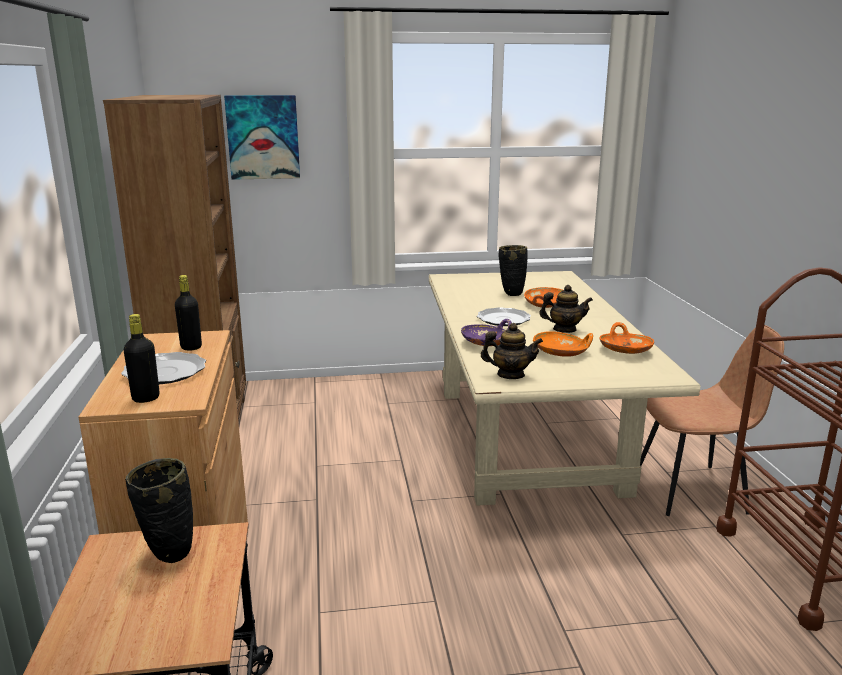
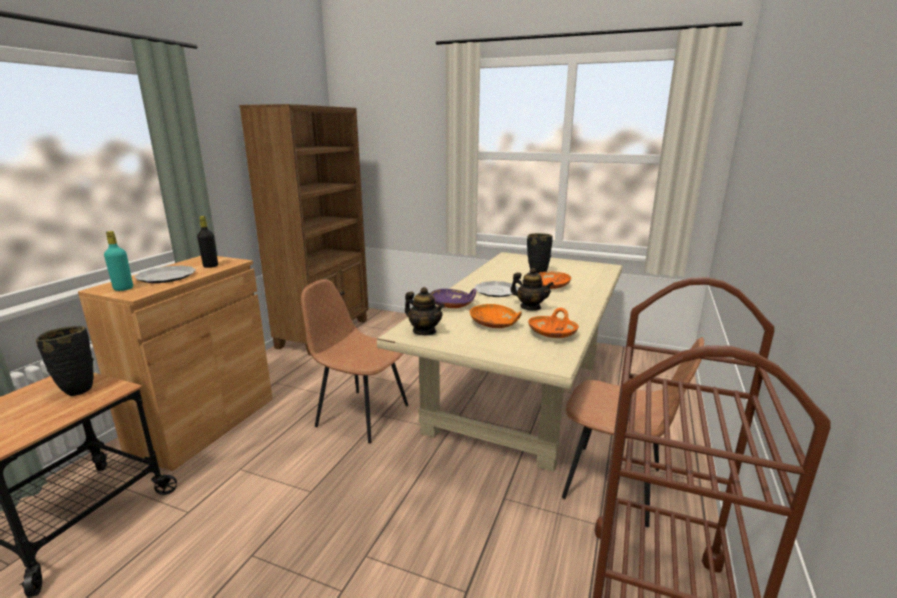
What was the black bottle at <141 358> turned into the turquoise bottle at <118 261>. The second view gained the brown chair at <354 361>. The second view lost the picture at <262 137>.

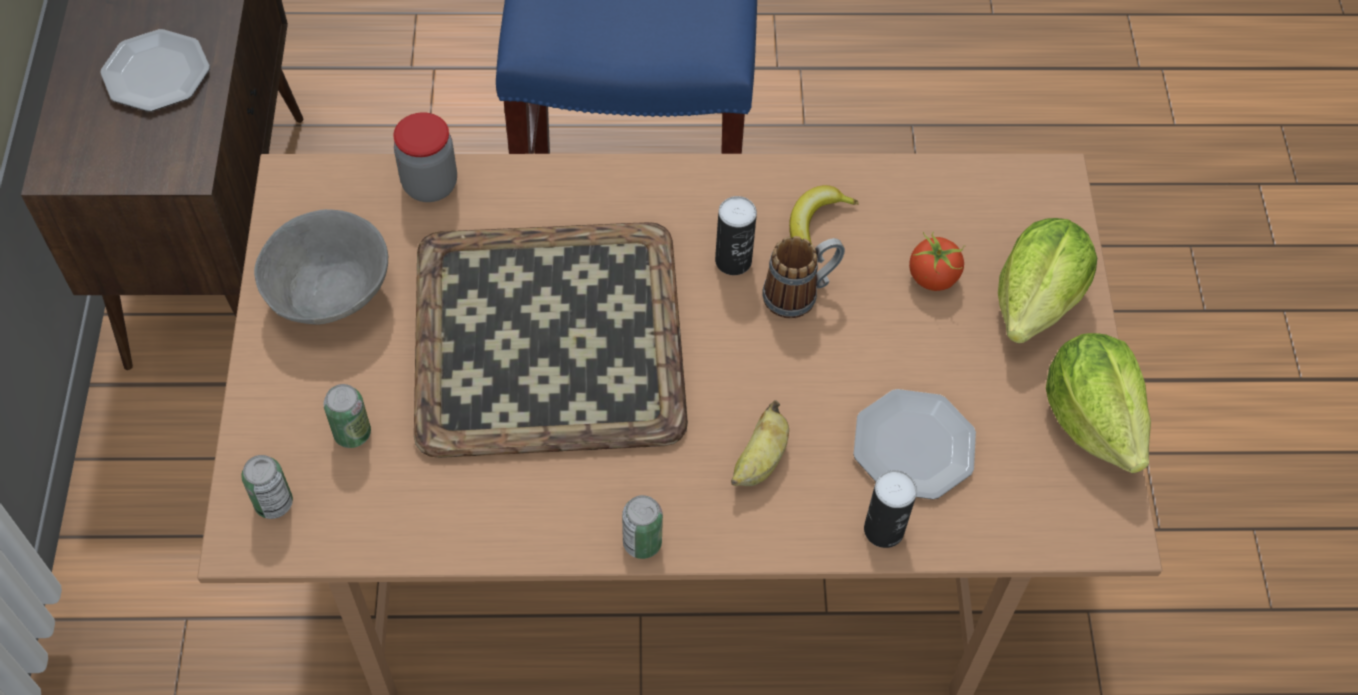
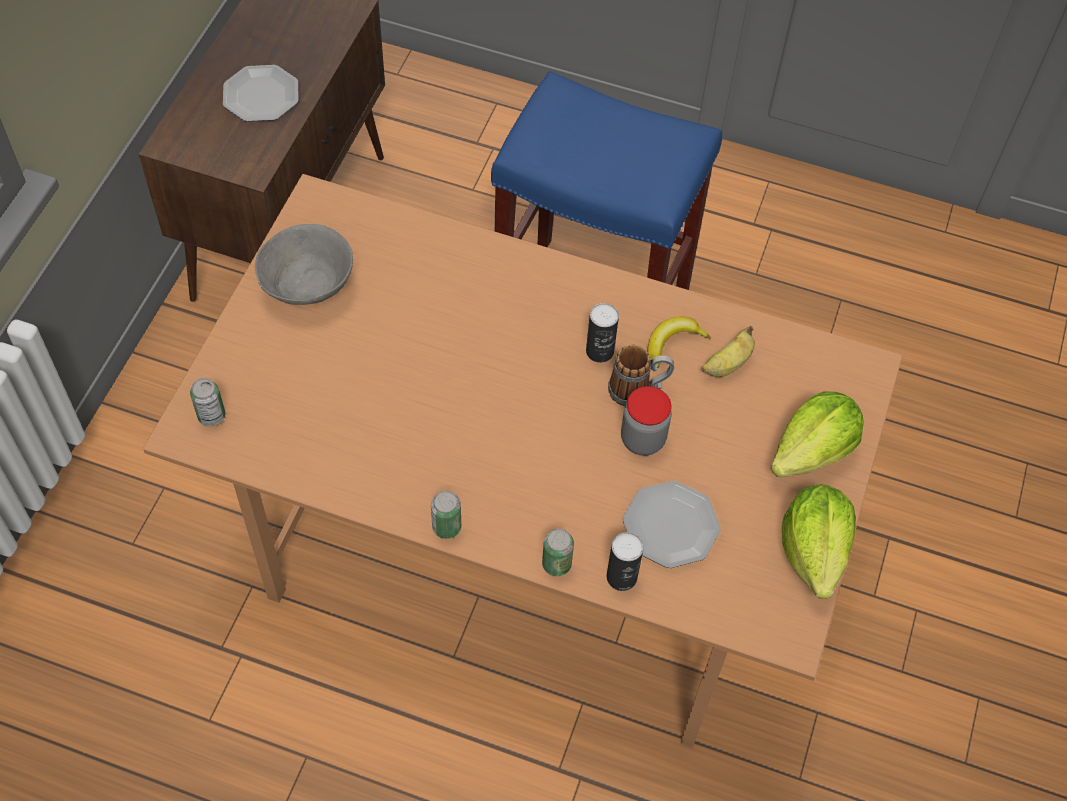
The can ended up elsewhere, having gone from <347 416> to <558 552>. The jar ended up elsewhere, having gone from <425 157> to <646 421>. The banana ended up elsewhere, having gone from <760 443> to <728 351>. The second view lost the tray at <551 340>. The second view lost the tomato at <937 261>.

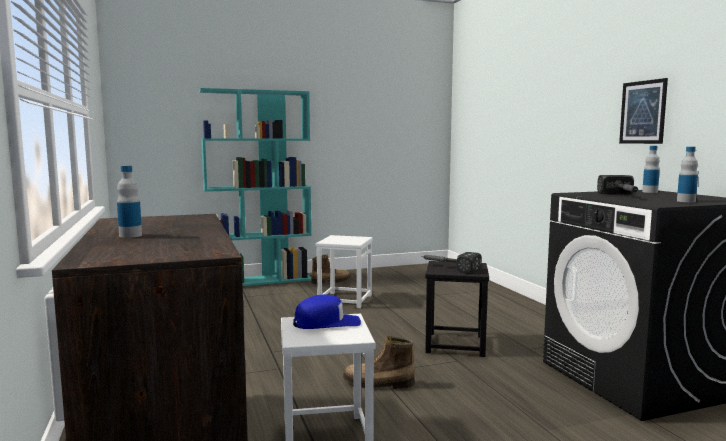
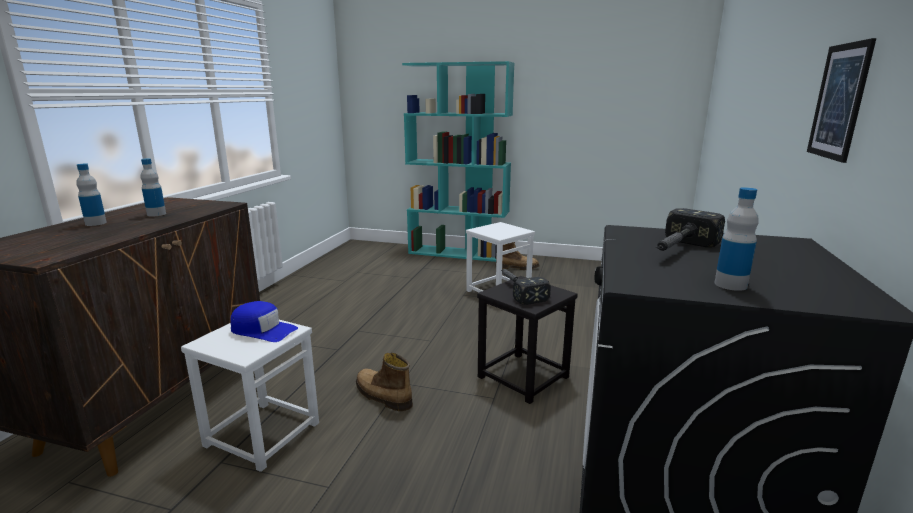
The bottle ended up elsewhere, having gone from <651 169> to <153 187>.

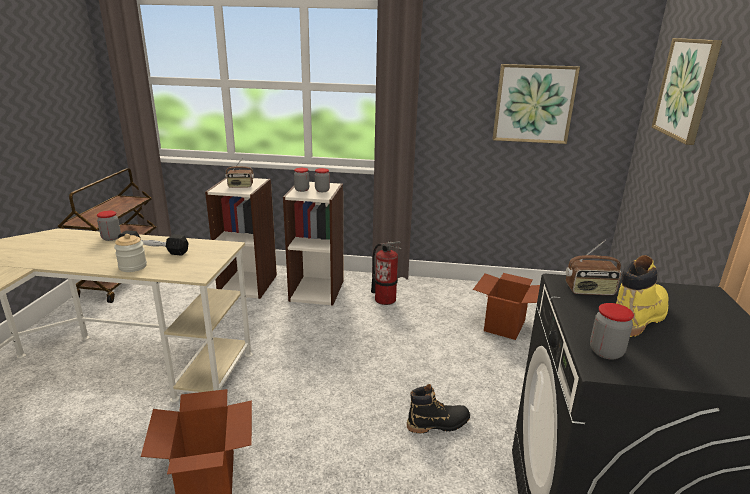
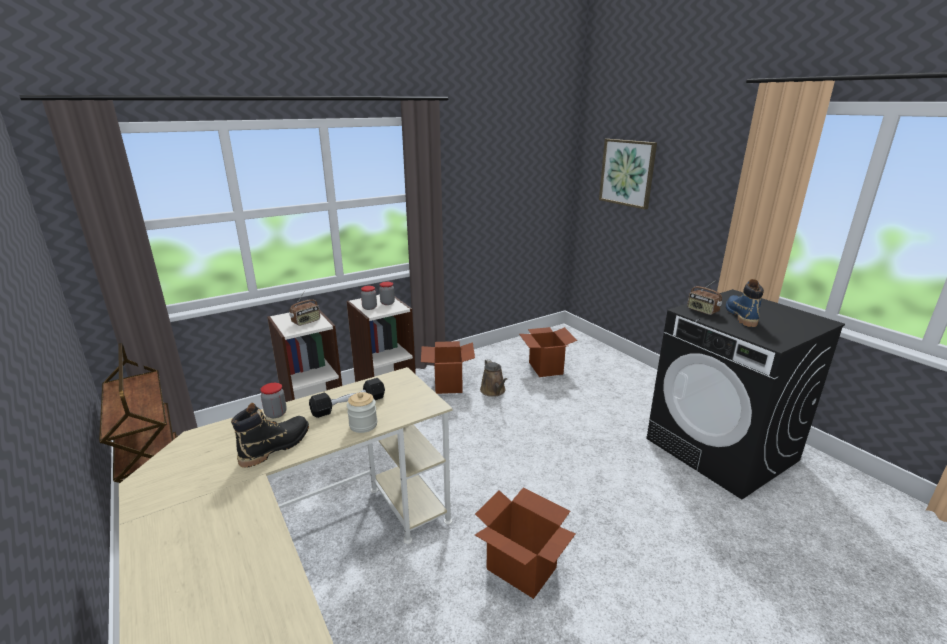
The black boot ended up elsewhere, having gone from <438 408> to <270 435>. Where the fire extinguisher stood at <386 273>, the cardboard box came to stand at <448 367>. The second view gained the brown watering can at <493 378>. The radio at <593 267> ended up facing another way, 90 degrees clockwise from before. What was the yellow boot at <642 296> turned into the blue boot at <745 303>. The second view lost the picture at <536 104>. The second view lost the jar at <612 331>.

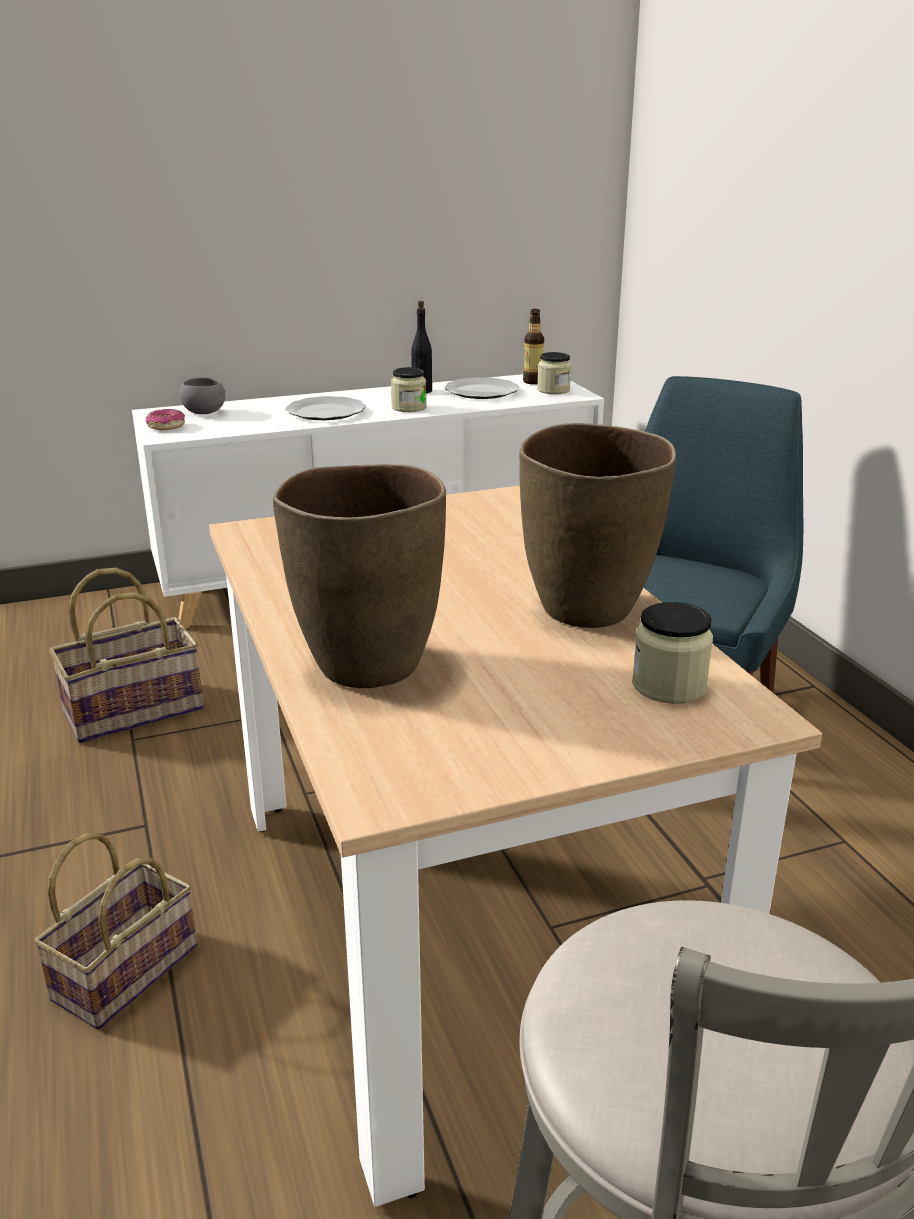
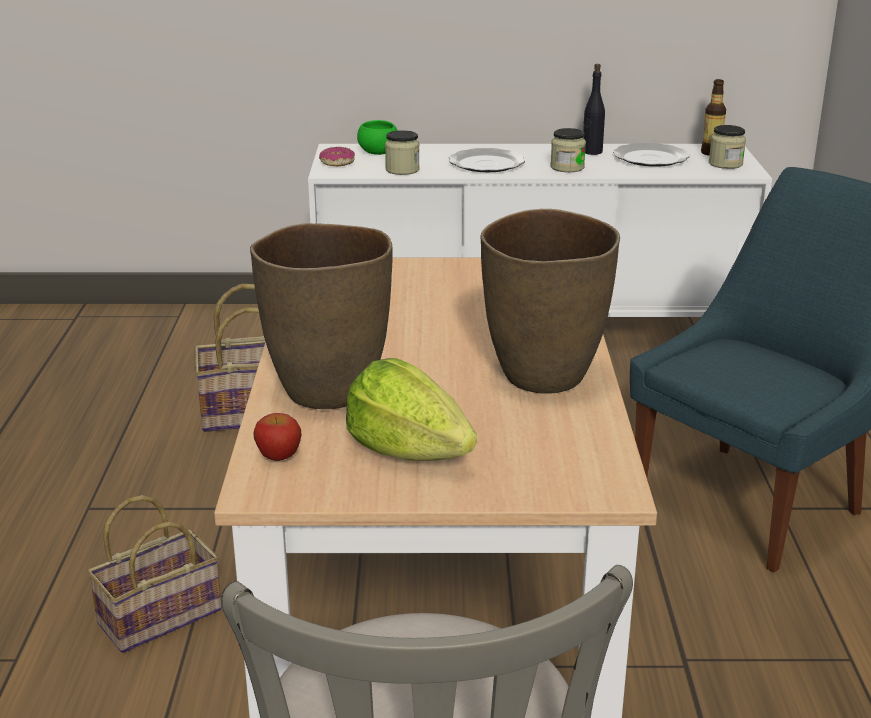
The second view gained the apple at <277 437>. The second view gained the lettuce at <411 409>. What was the grey bowl at <202 395> turned into the green bowl at <377 137>. The jar ended up elsewhere, having gone from <672 653> to <402 152>.

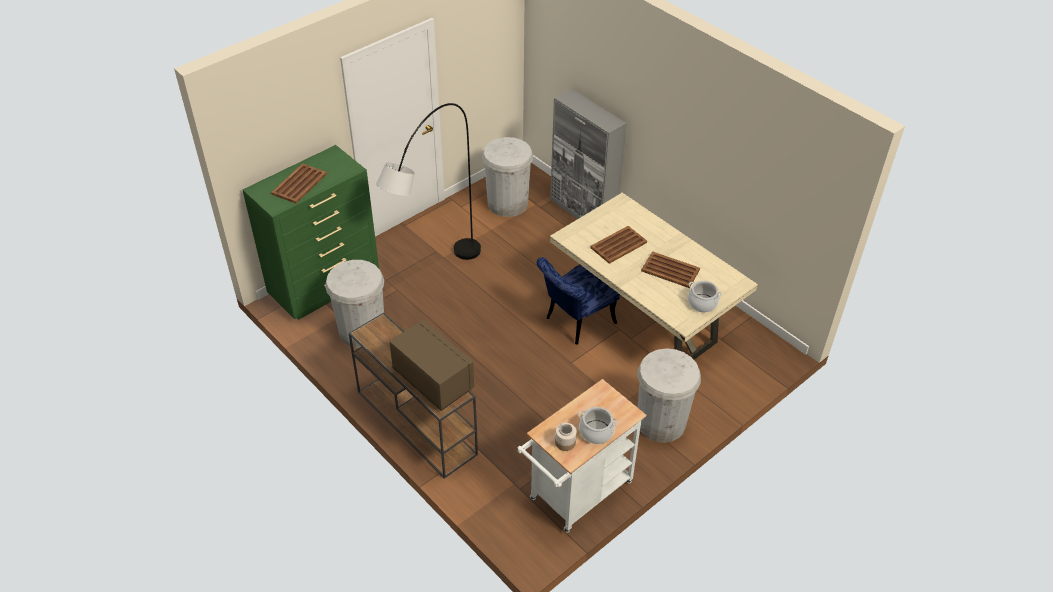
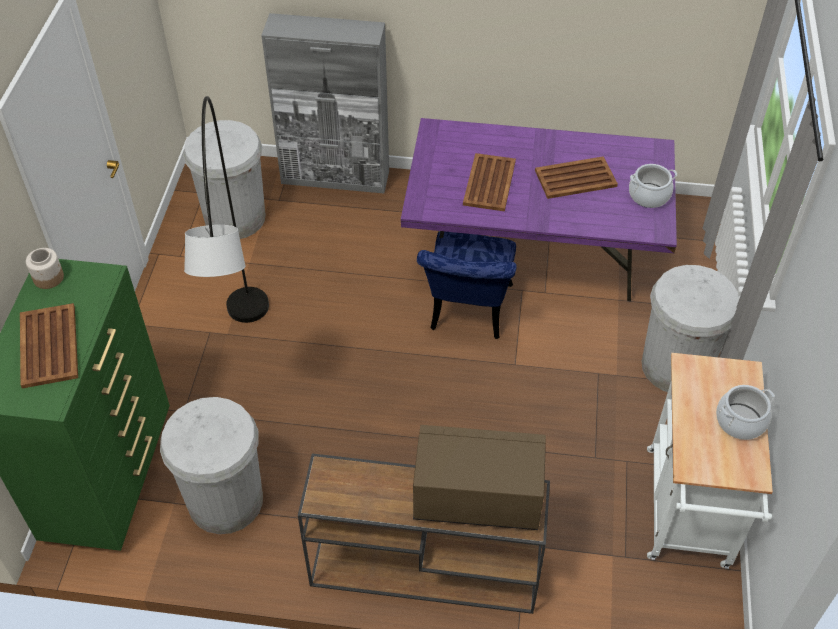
The jar ended up elsewhere, having gone from <566 437> to <45 268>. What was the beige dining table at <654 276> turned into the purple dining table at <539 209>.

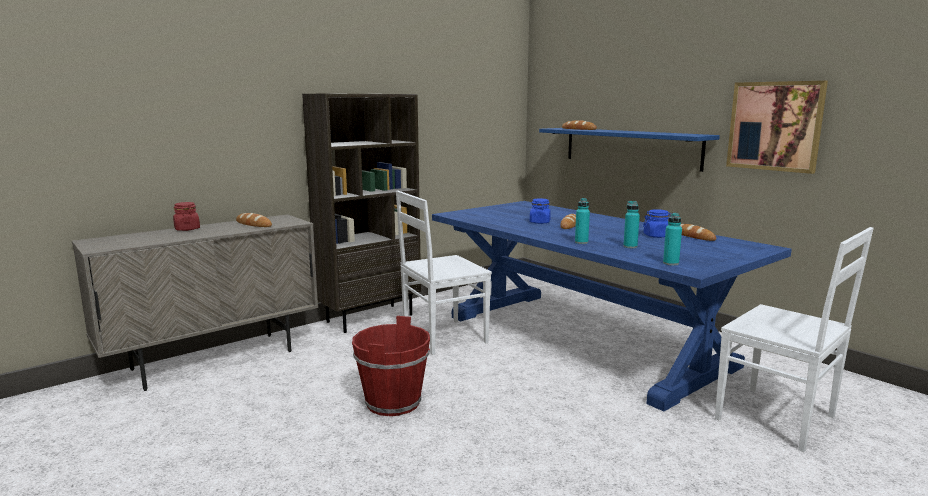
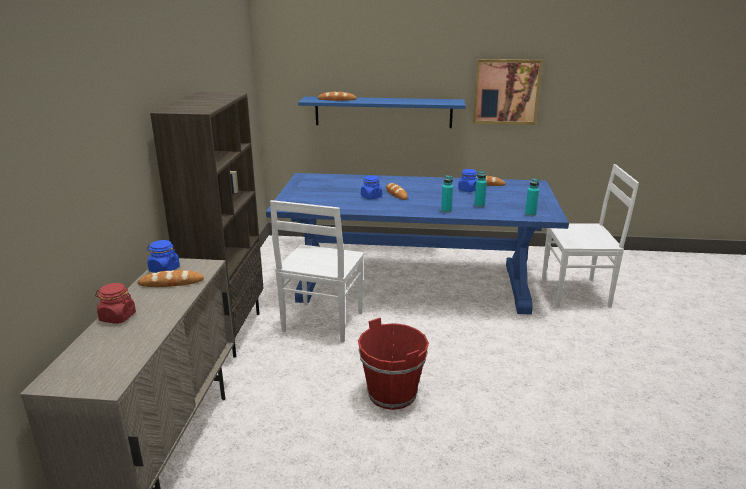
The second view gained the blue jar at <163 256>.

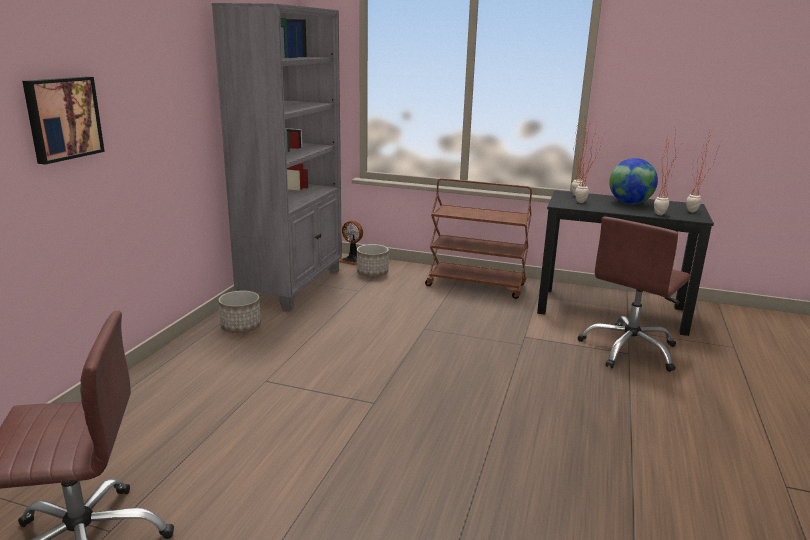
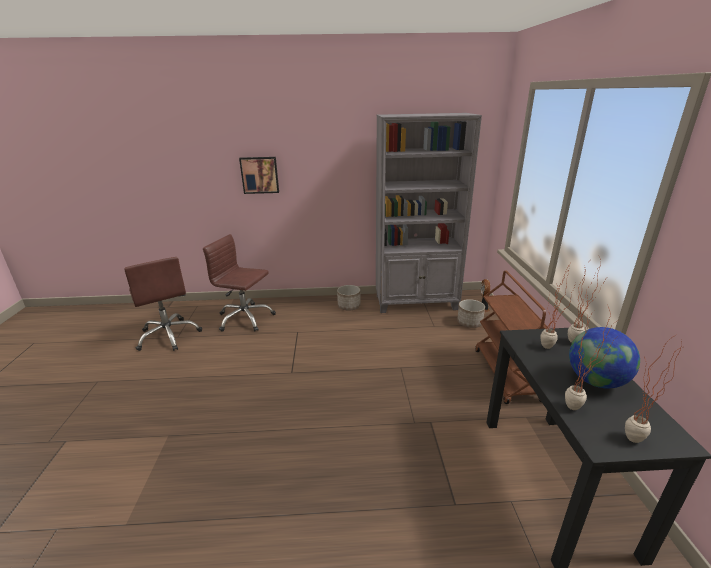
The brown office chair ended up elsewhere, having gone from <634 294> to <239 283>.

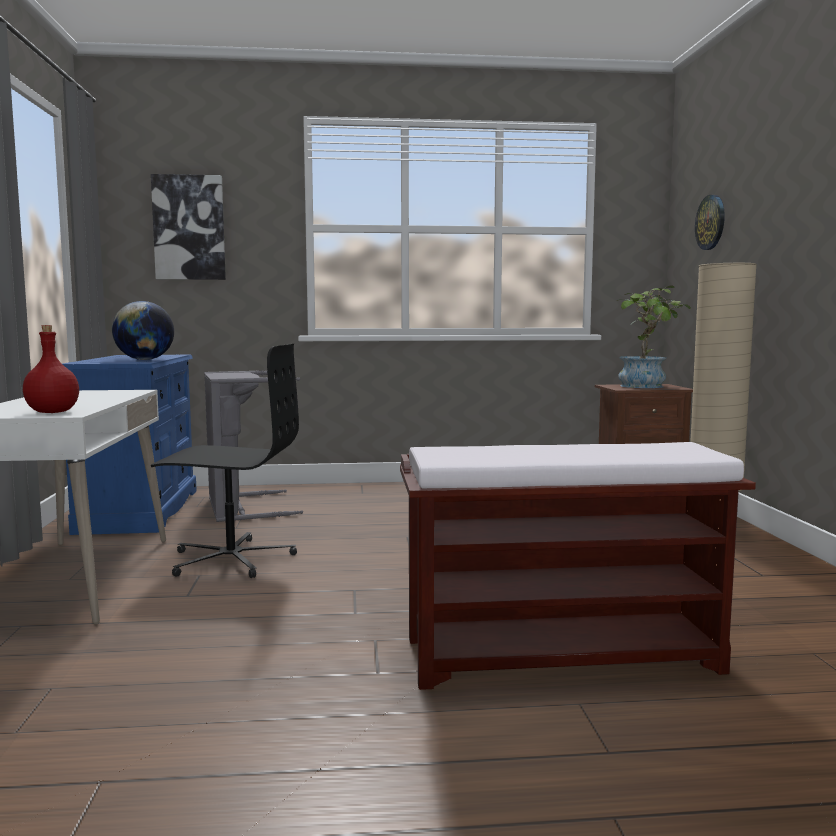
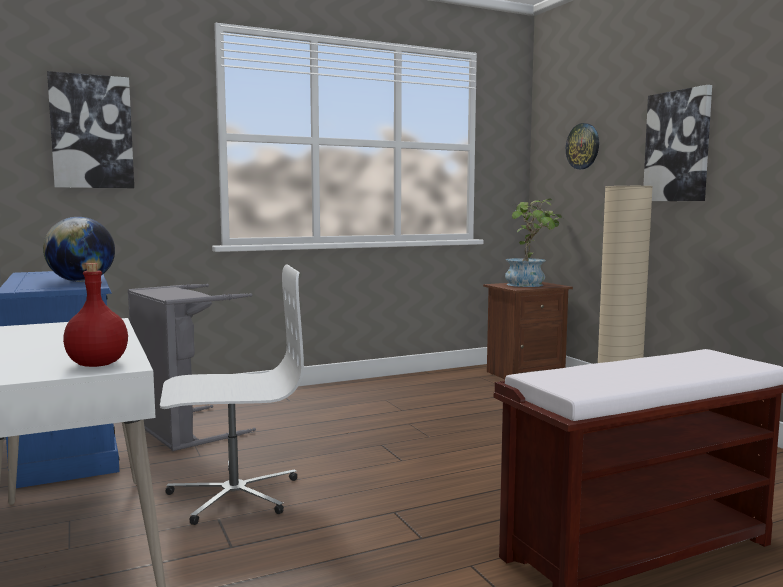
What was the black office chair at <225 461> turned into the white office chair at <232 395>. The second view gained the picture at <677 143>.

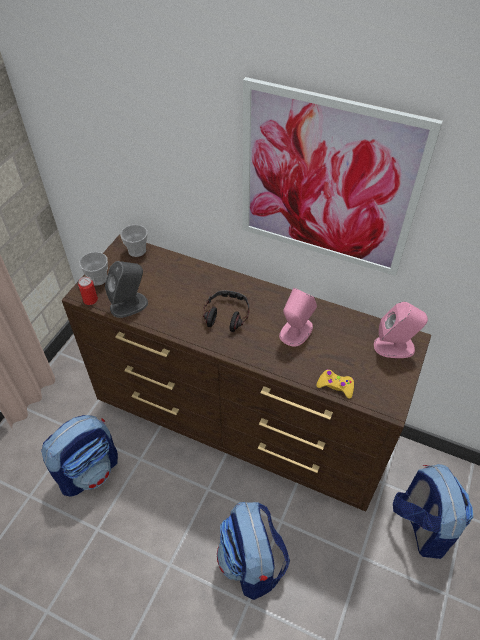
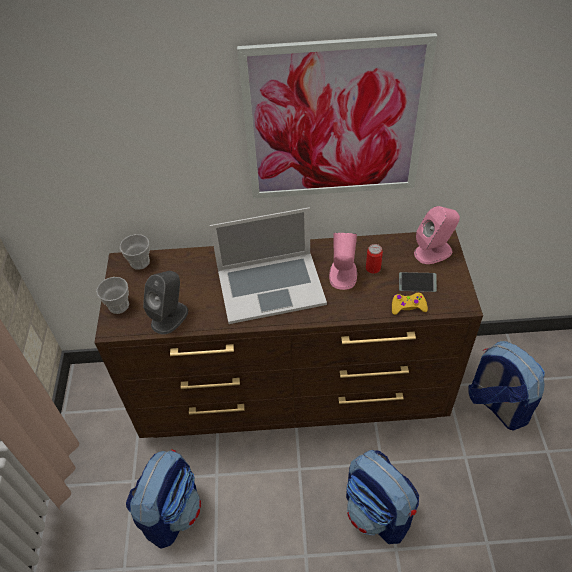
Where the headphones stood at <226 311>, the laptop came to stand at <268 265>. The can ended up elsewhere, having gone from <88 291> to <374 259>. The second view gained the phone at <418 282>.

